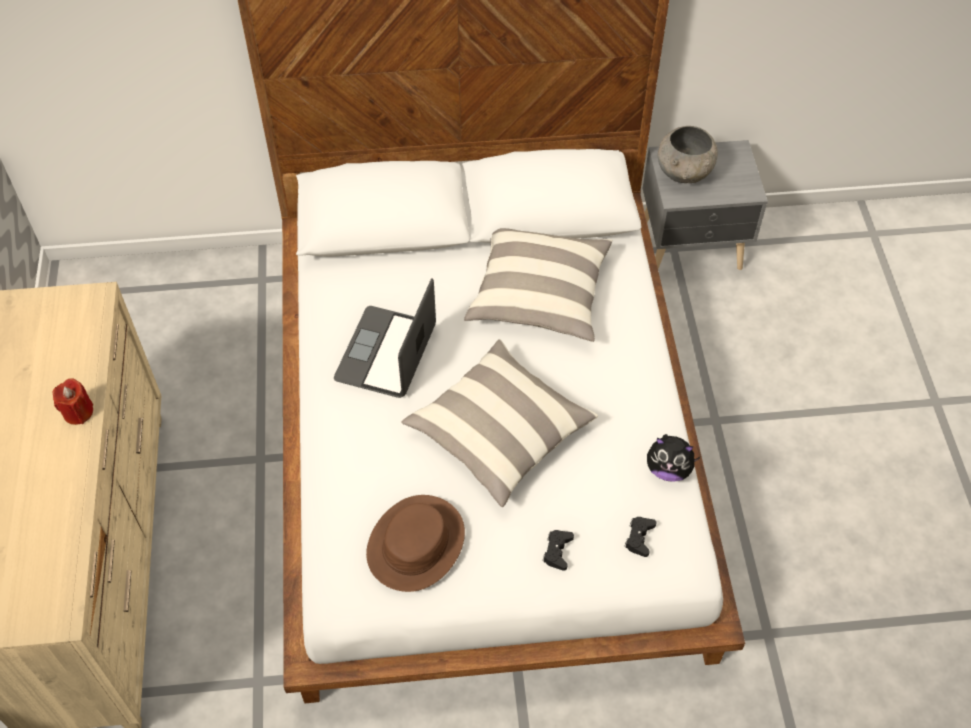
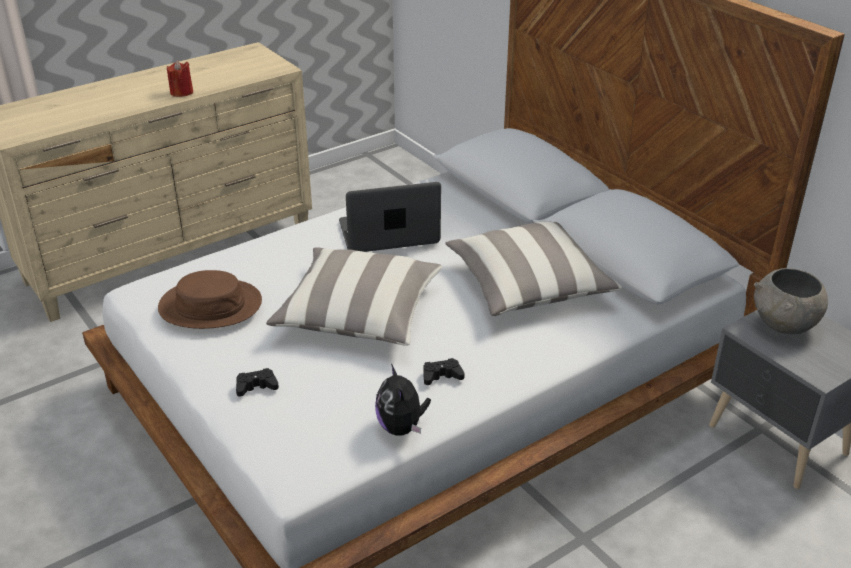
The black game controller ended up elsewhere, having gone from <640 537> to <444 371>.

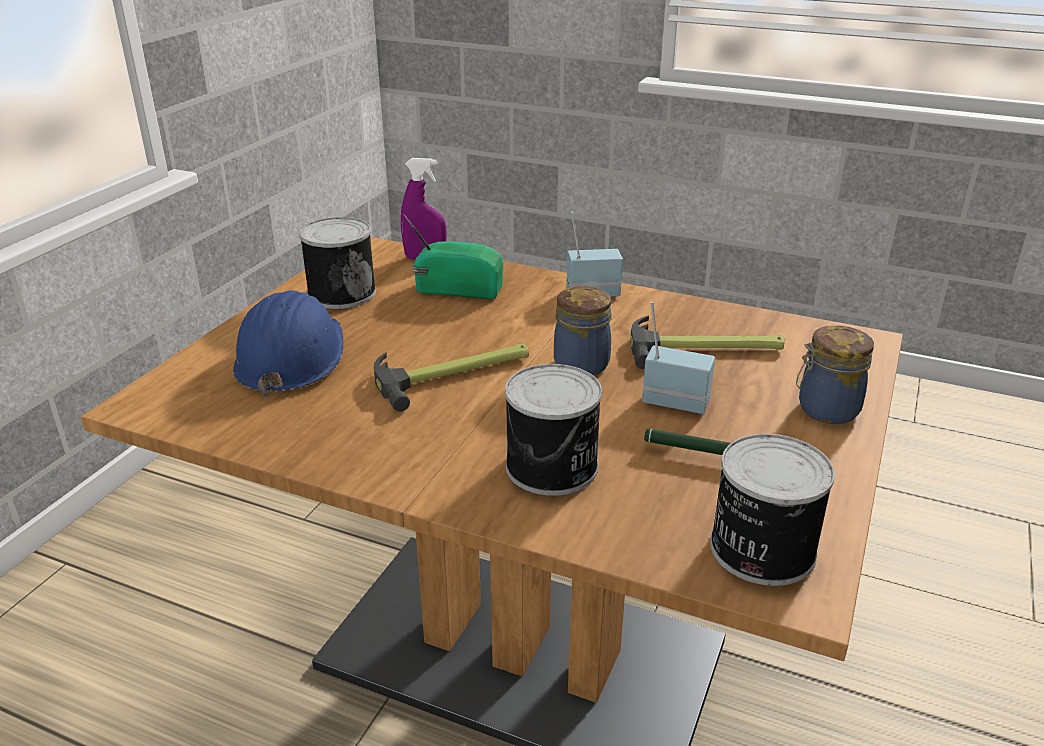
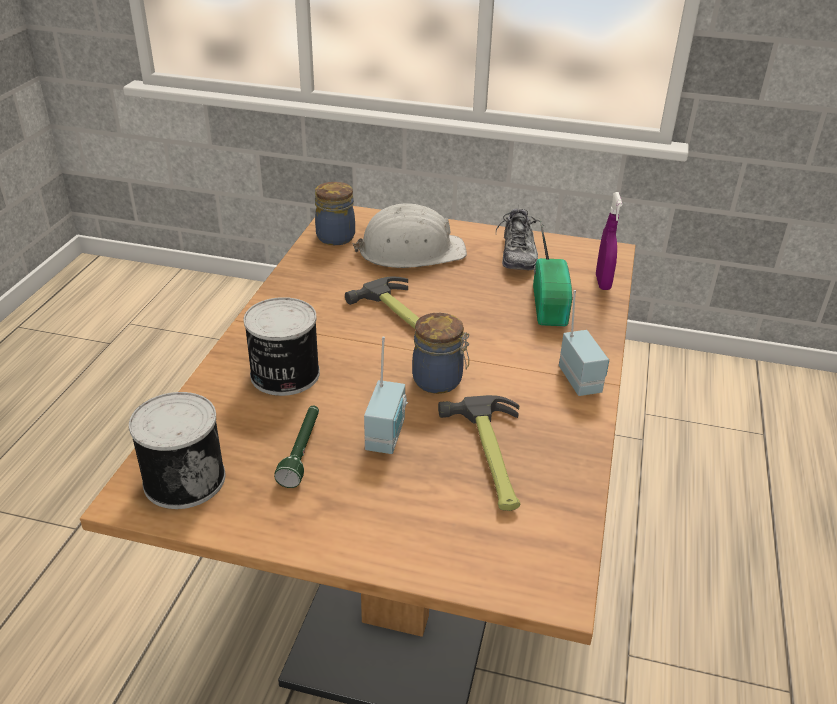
The jar ended up elsewhere, having gone from <835 374> to <335 213>. What was the blue hard hat at <288 344> turned into the white hard hat at <410 235>. Where the can stood at <337 263>, the shoe came to stand at <521 239>.

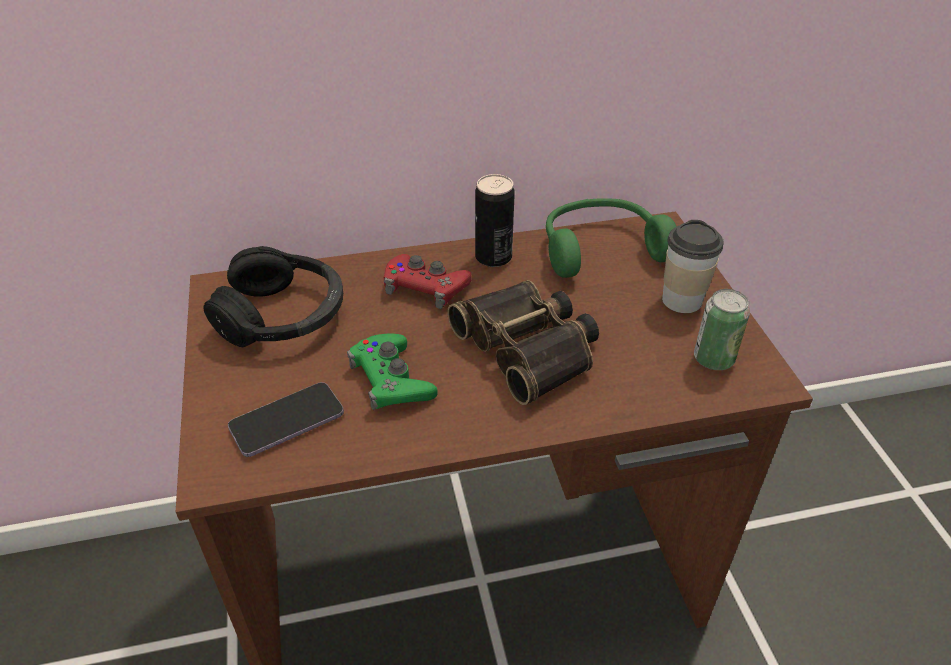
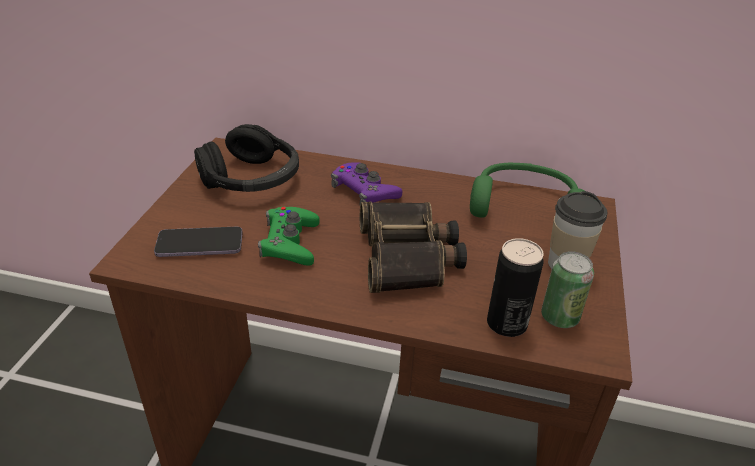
What was the red game controller at <428 281> turned into the purple game controller at <366 183>. The can ended up elsewhere, having gone from <495 220> to <515 287>.

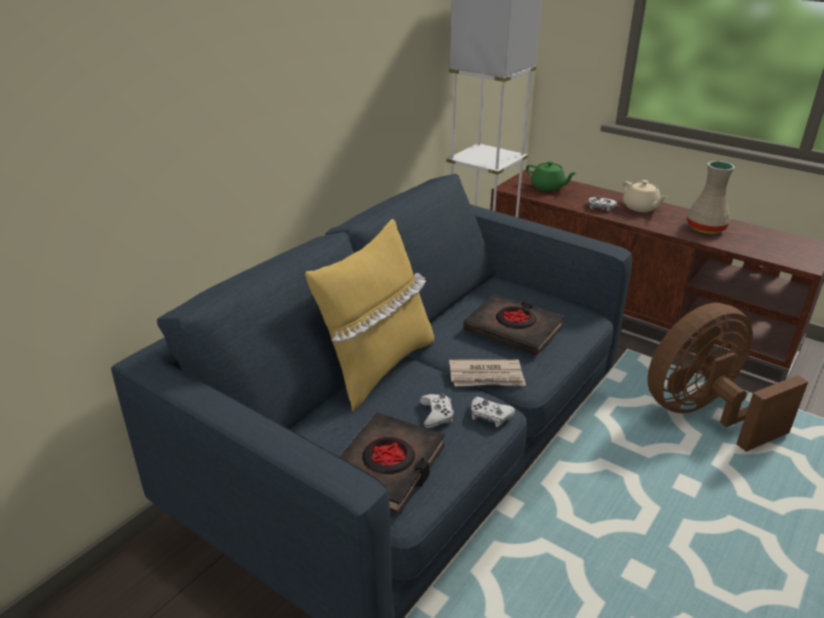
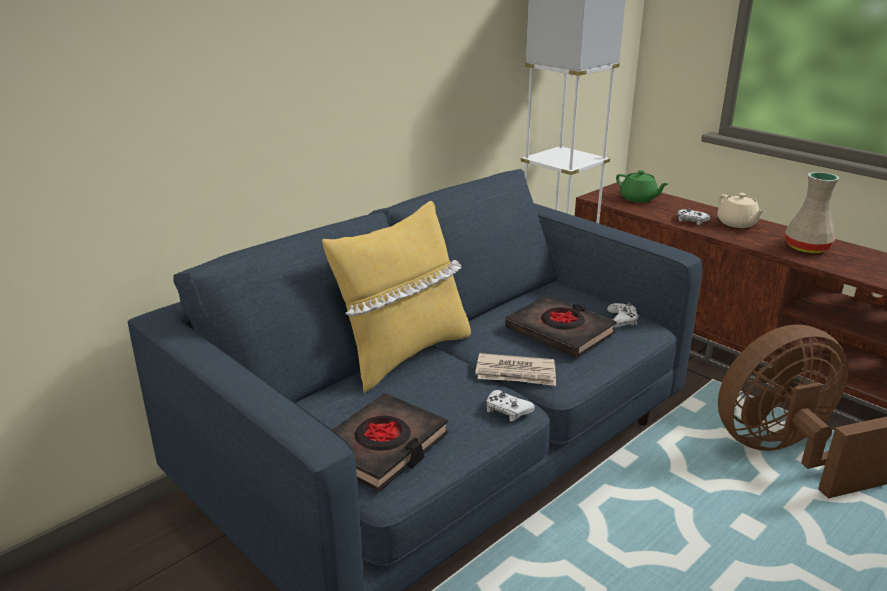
The white game controller ended up elsewhere, having gone from <437 410> to <623 314>.

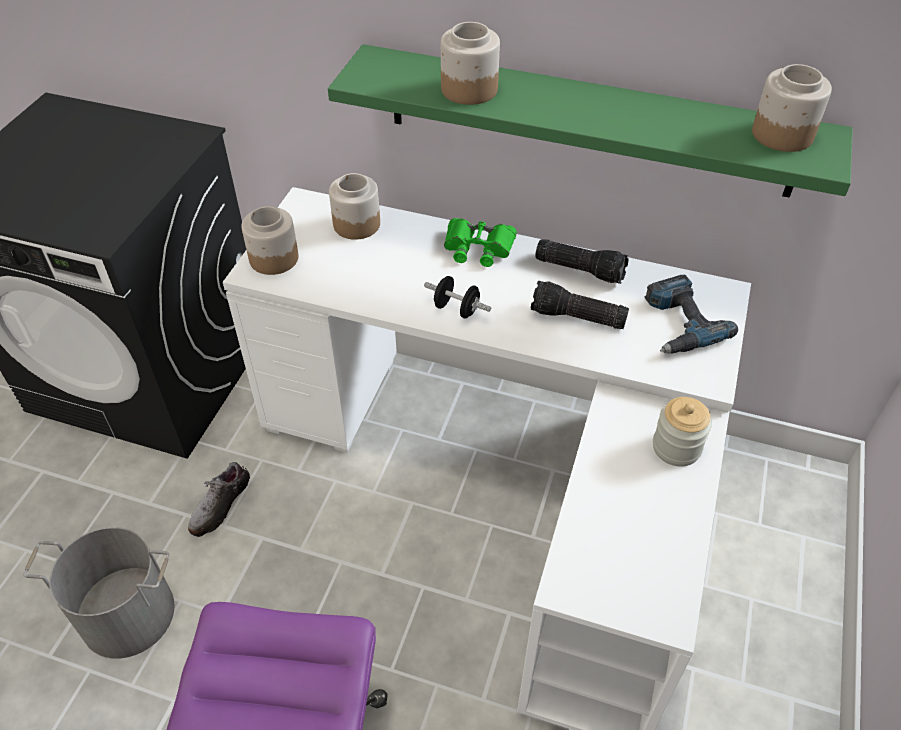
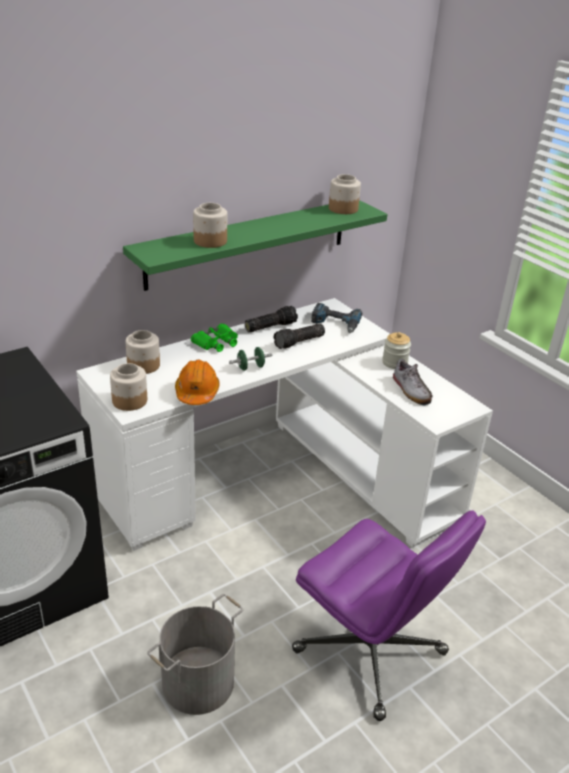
The second view gained the orange hard hat at <197 382>. What was the black dumbbell at <457 297> turned into the green dumbbell at <250 359>. The shoe ended up elsewhere, having gone from <219 499> to <412 382>.

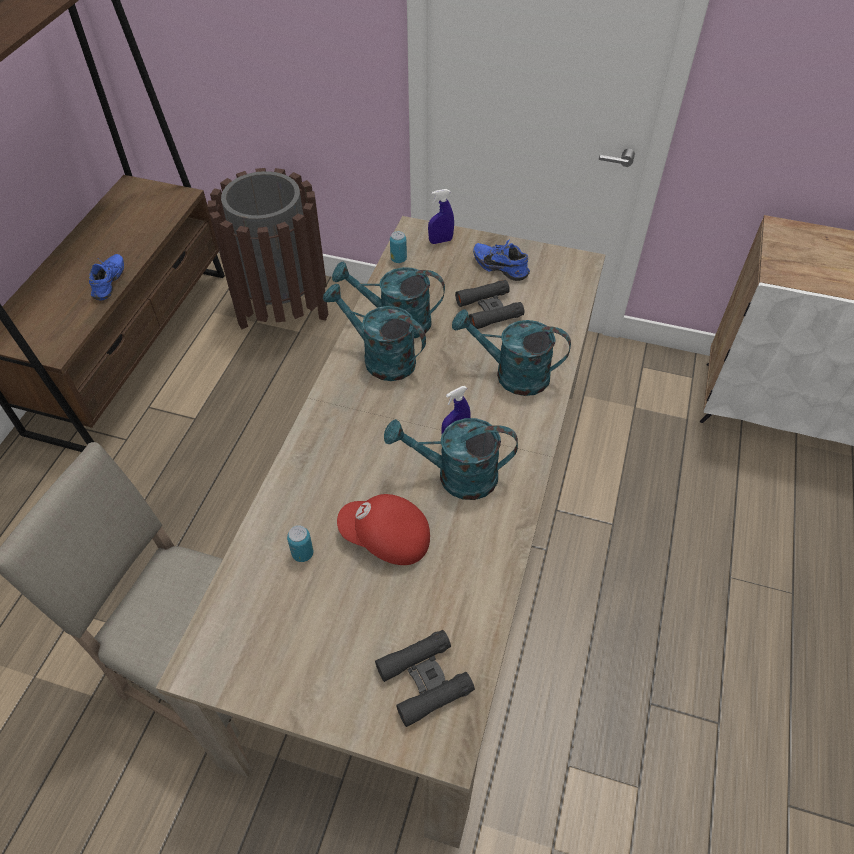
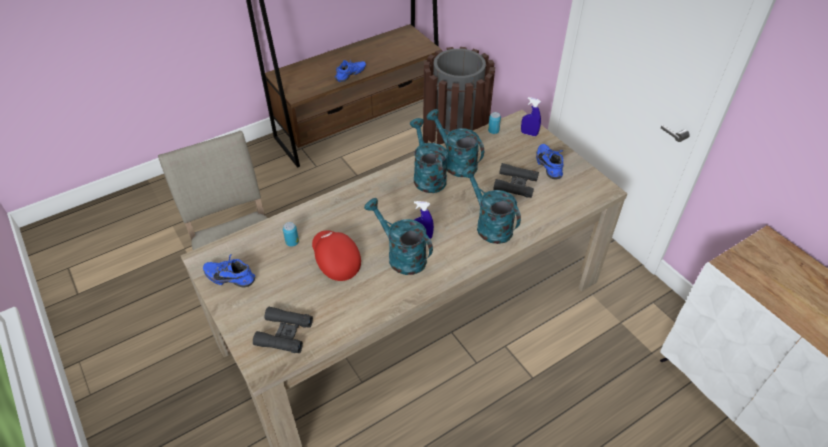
The second view gained the blue shoe at <229 271>.

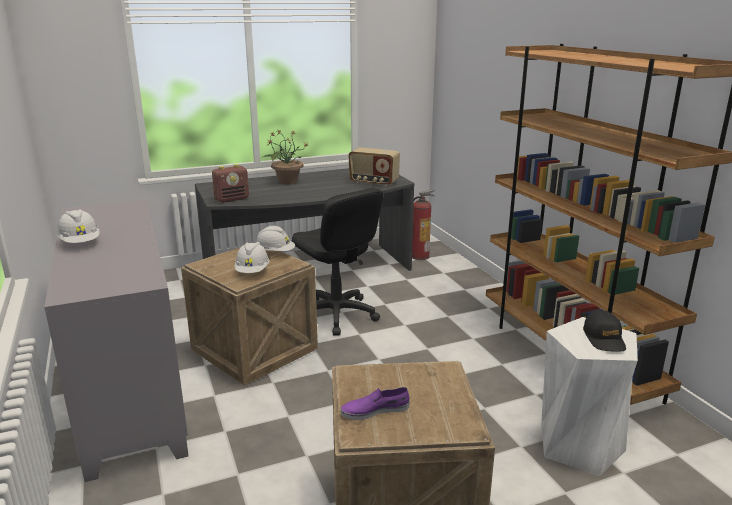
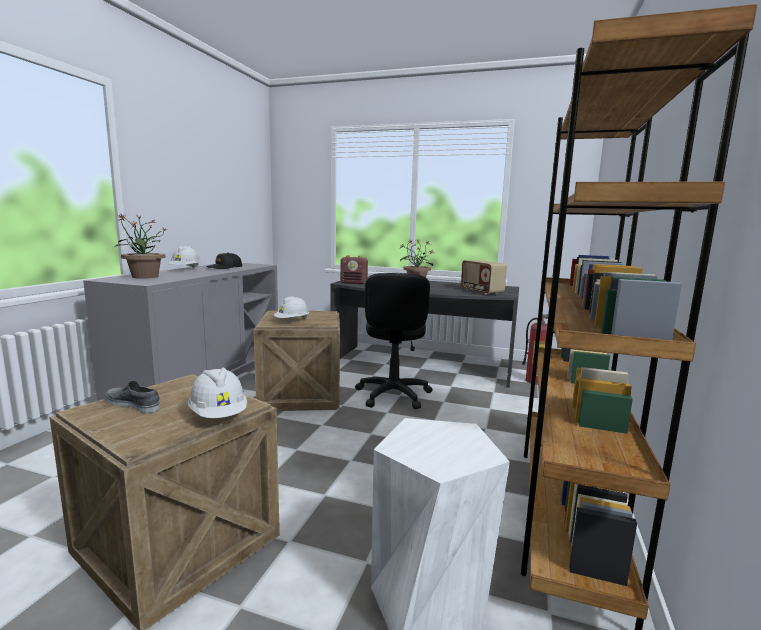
What was the purple shoe at <375 403> turned into the grey shoe at <132 396>. The second view gained the potted plant at <141 246>. The white hard hat ended up elsewhere, having gone from <275 238> to <217 392>. The black cap ended up elsewhere, having gone from <604 330> to <224 260>.

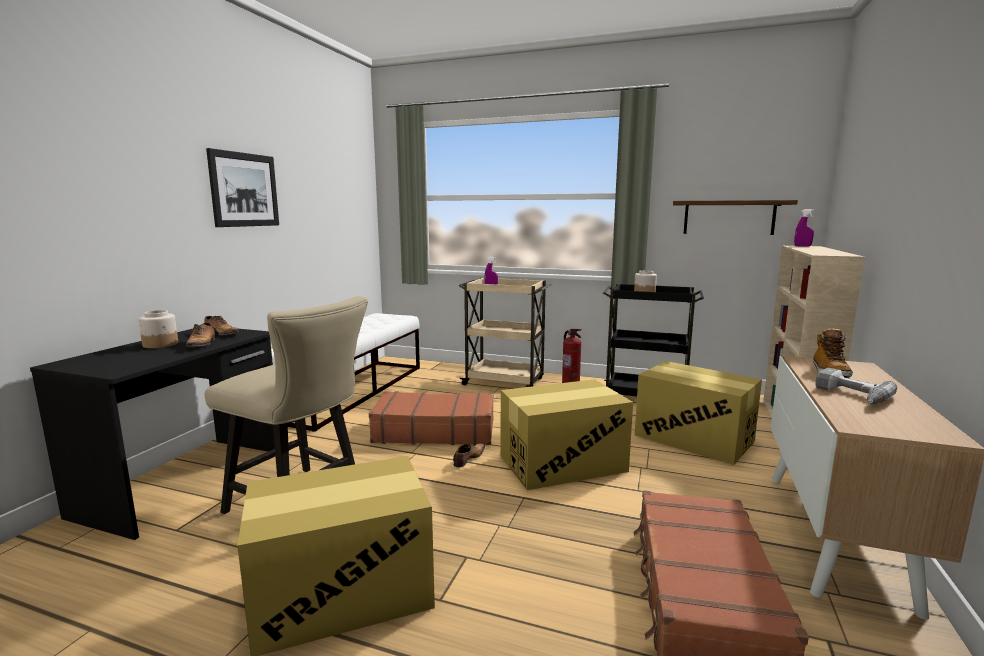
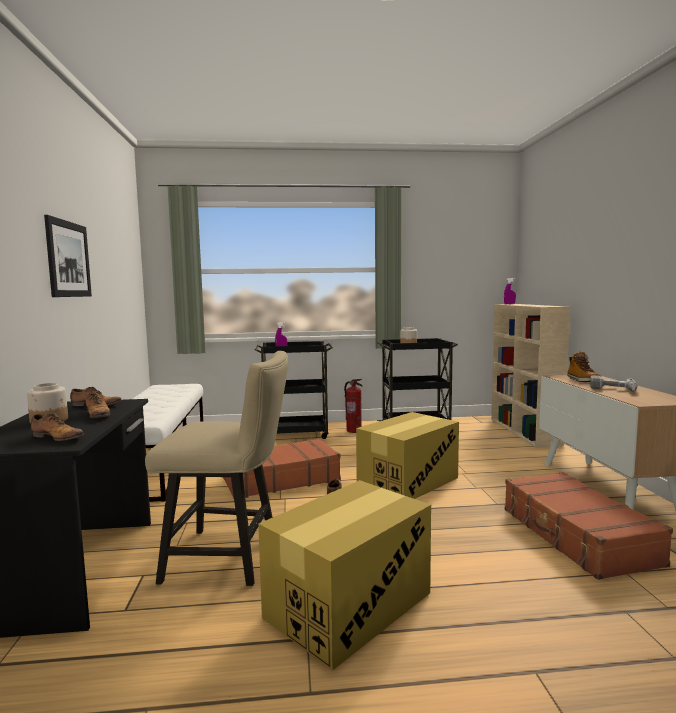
The second view gained the shoe at <57 427>. What was the beige cart at <505 332> turned into the black cart at <294 390>. The second view lost the cardboard box at <698 413>. The second view lost the shelf at <735 217>.

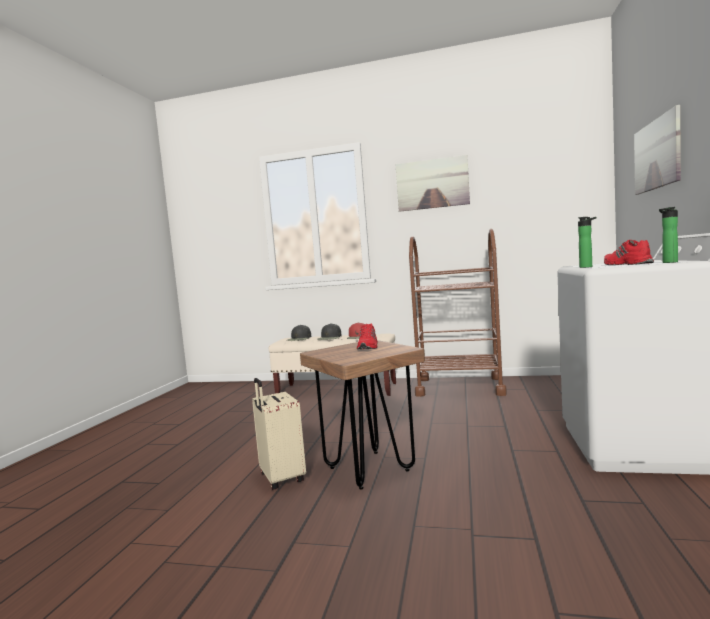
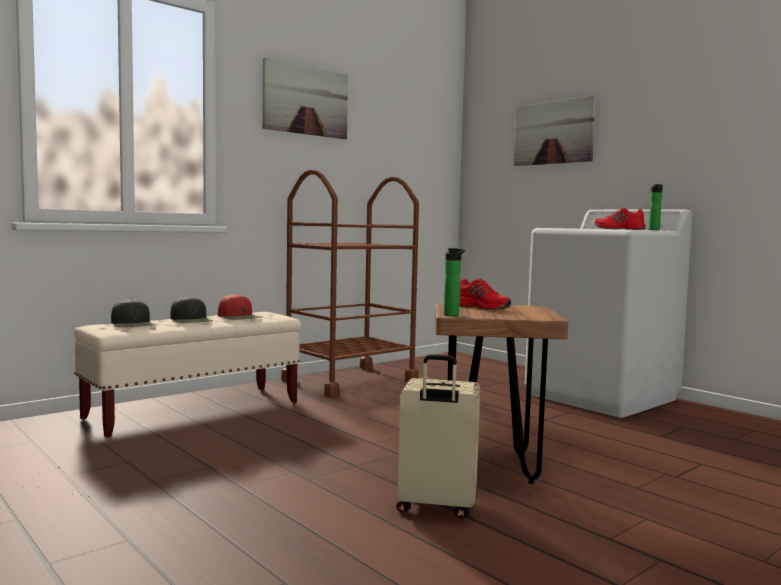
The bottle ended up elsewhere, having gone from <587 242> to <454 282>.

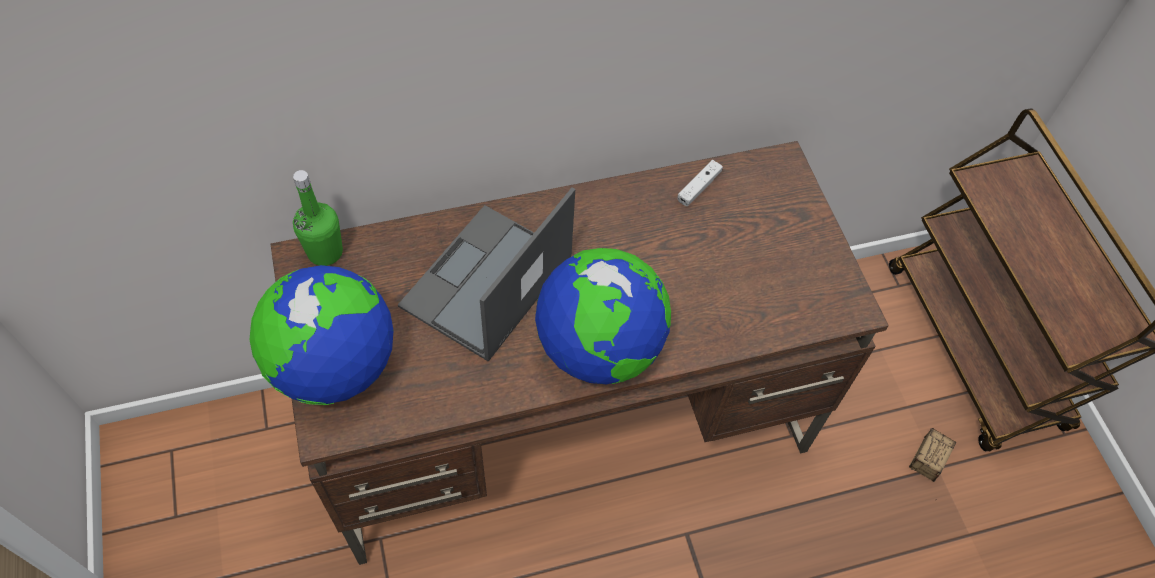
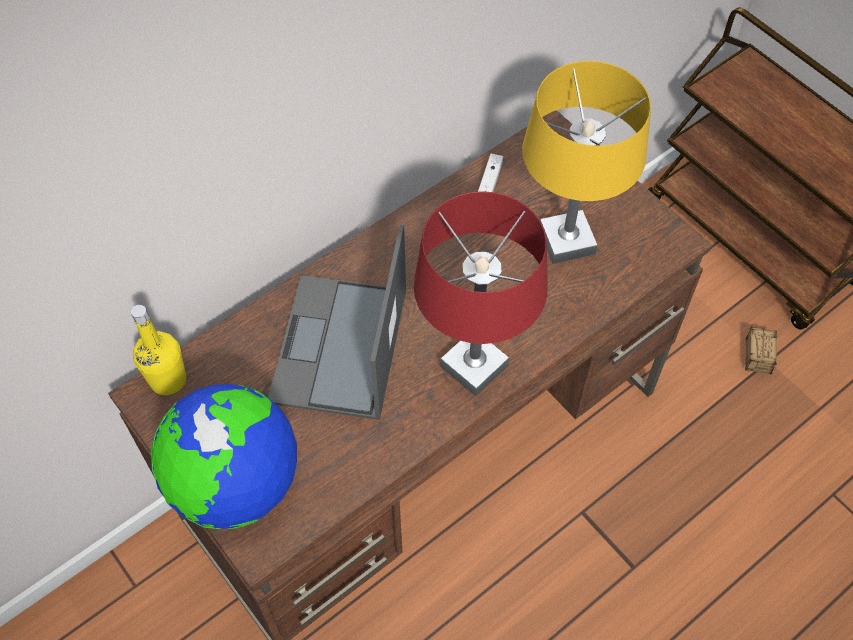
What was the green bottle at <318 218> turned into the yellow bottle at <158 350>. Where the globe stood at <603 316>, the red table lamp came to stand at <481 293>. The second view gained the yellow table lamp at <586 162>.

